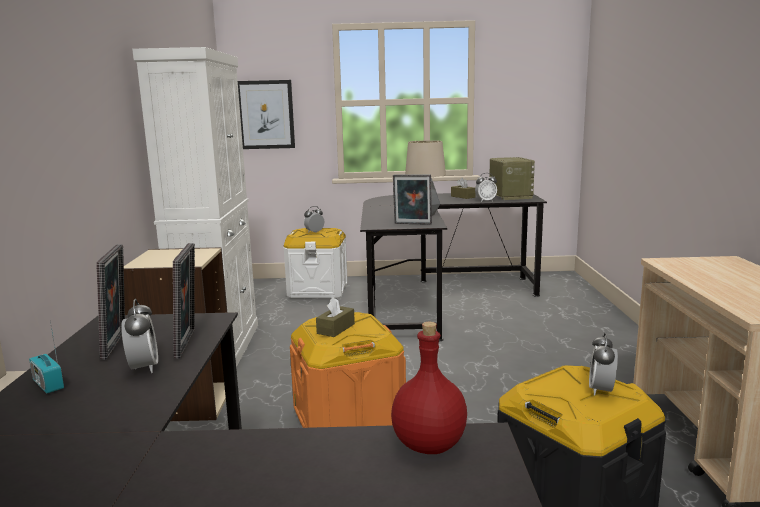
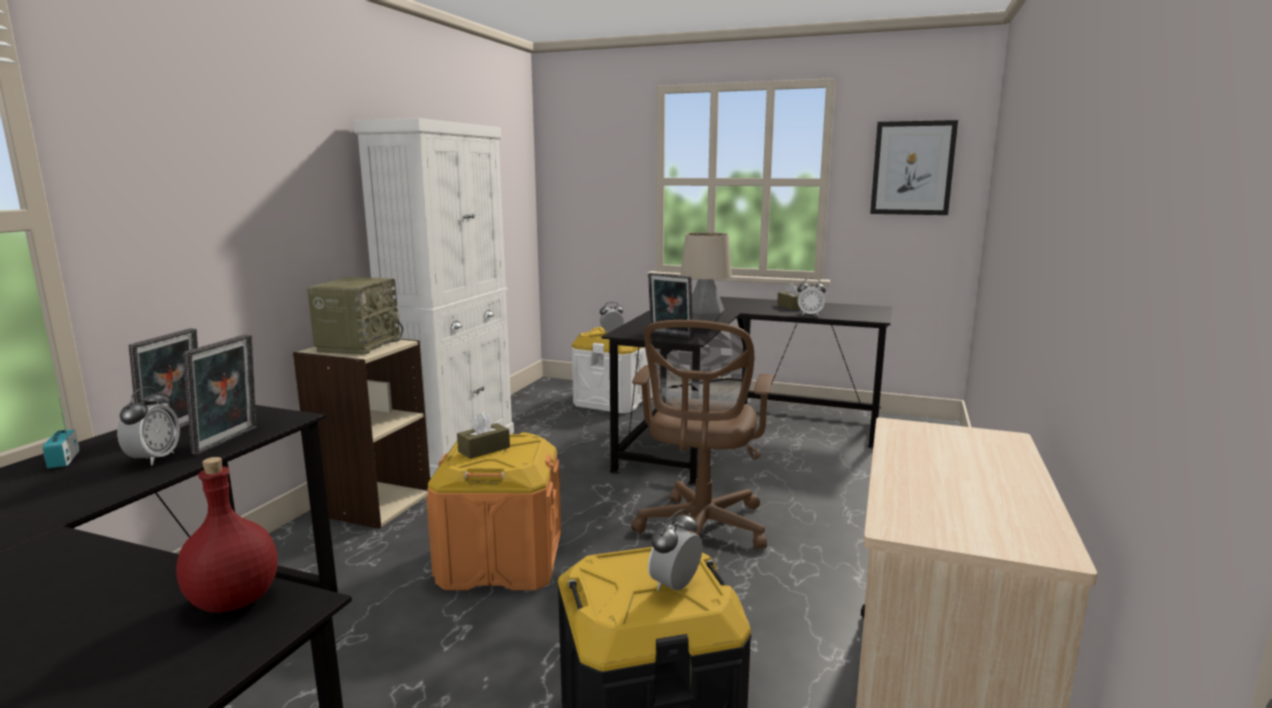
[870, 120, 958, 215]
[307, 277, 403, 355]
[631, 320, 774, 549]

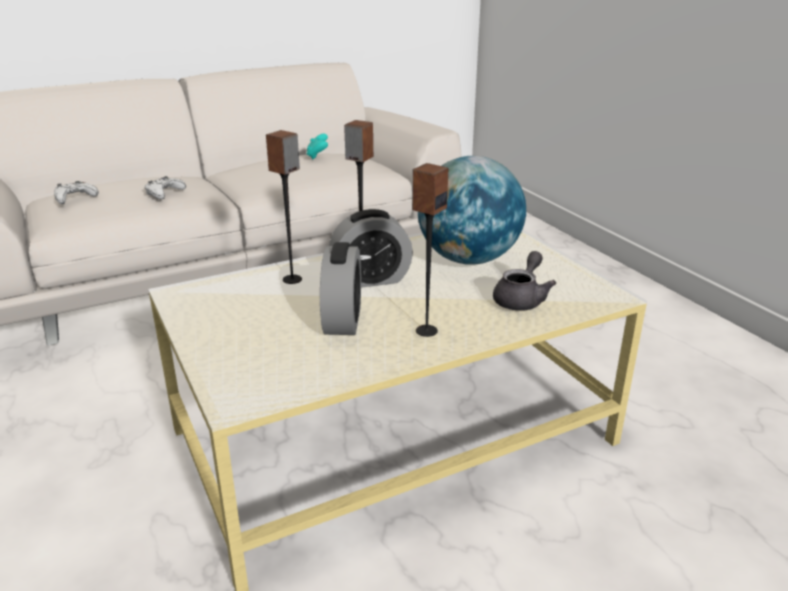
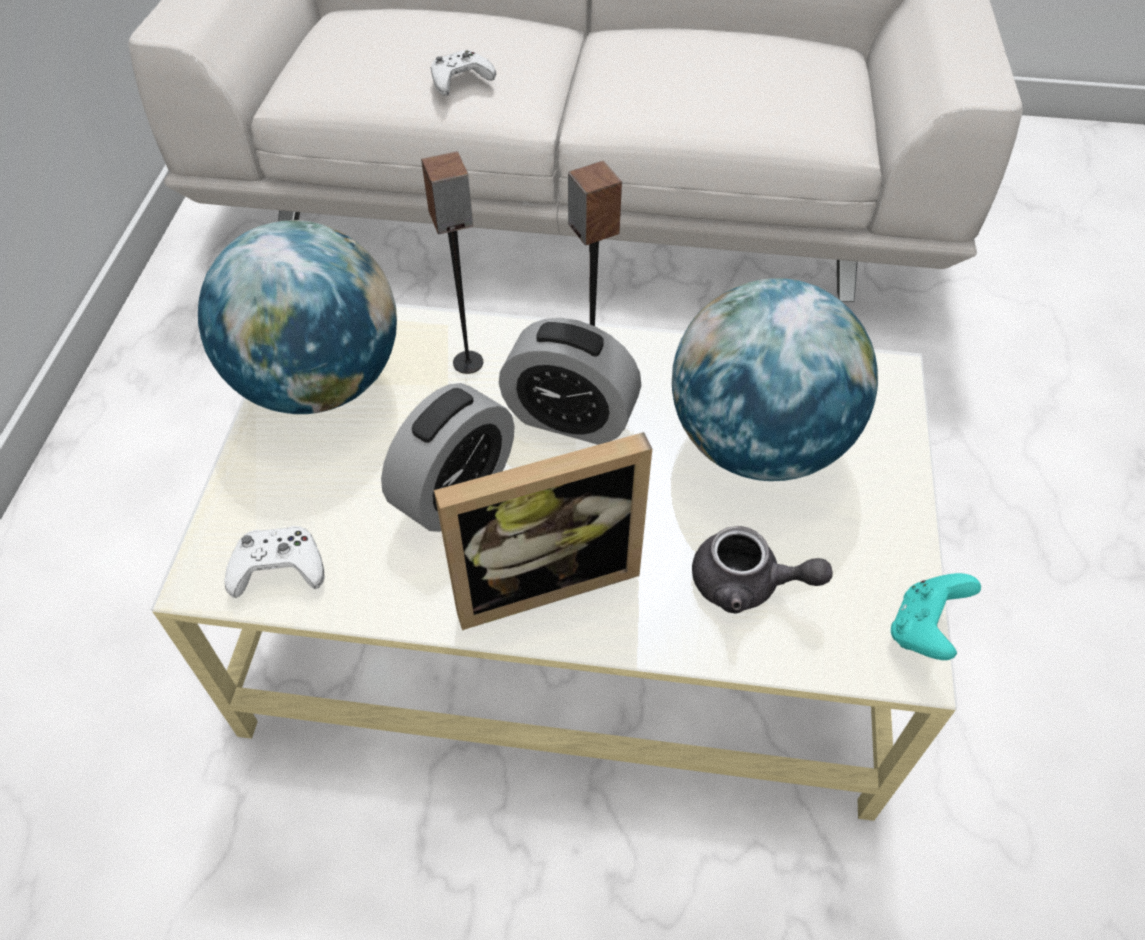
[224, 526, 324, 598]
[891, 573, 981, 660]
[434, 432, 652, 630]
[692, 526, 833, 614]
[198, 220, 397, 414]

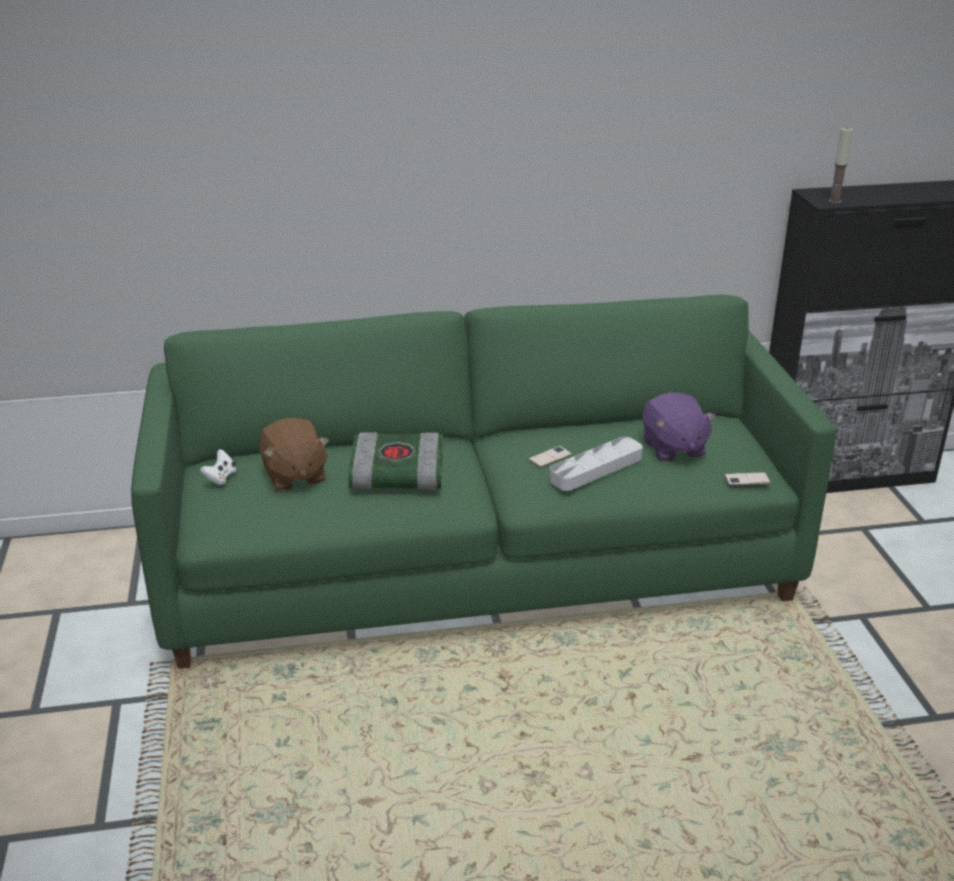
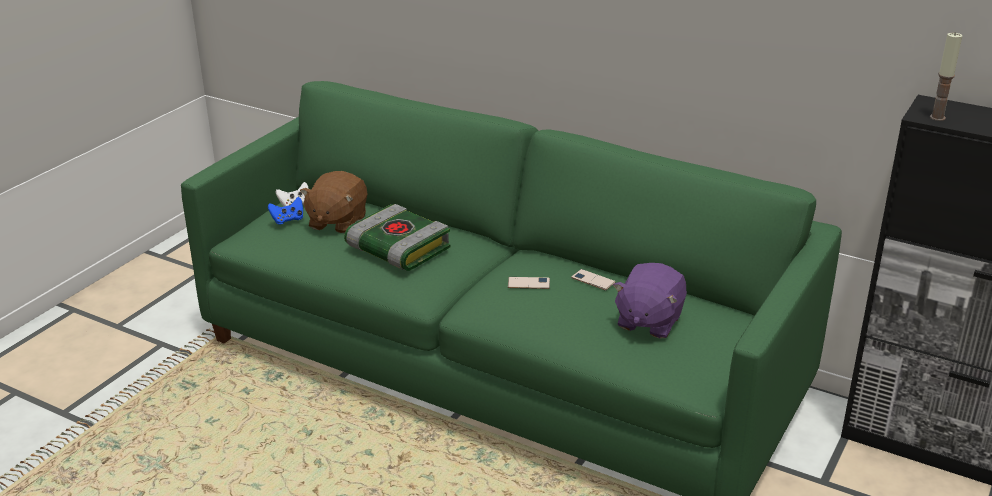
[549, 437, 643, 491] (first image)
[571, 269, 616, 290]
[268, 197, 303, 224]

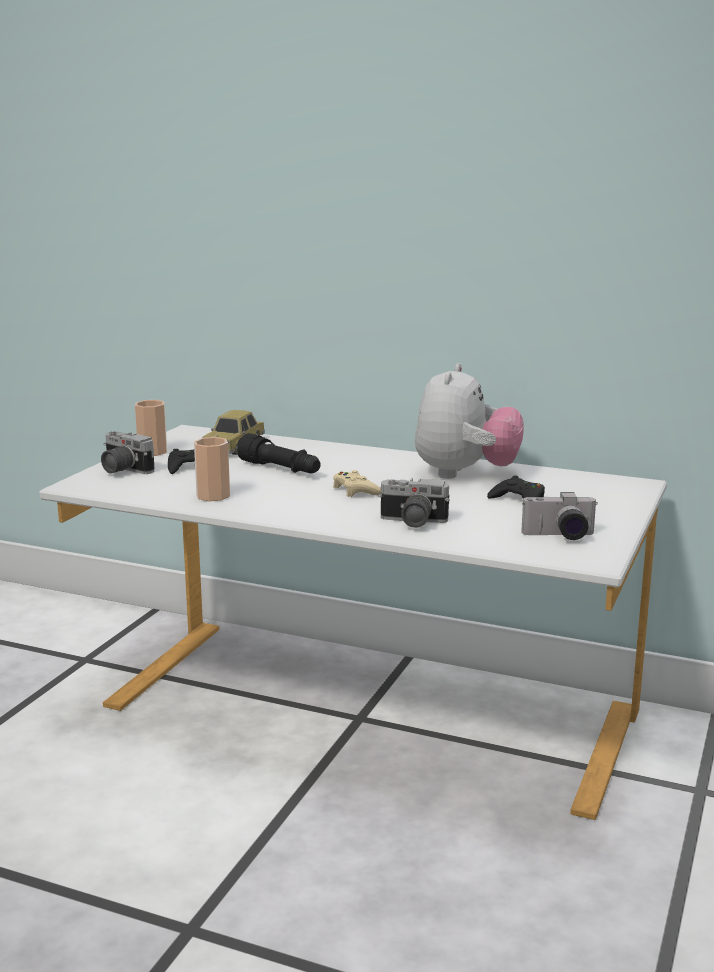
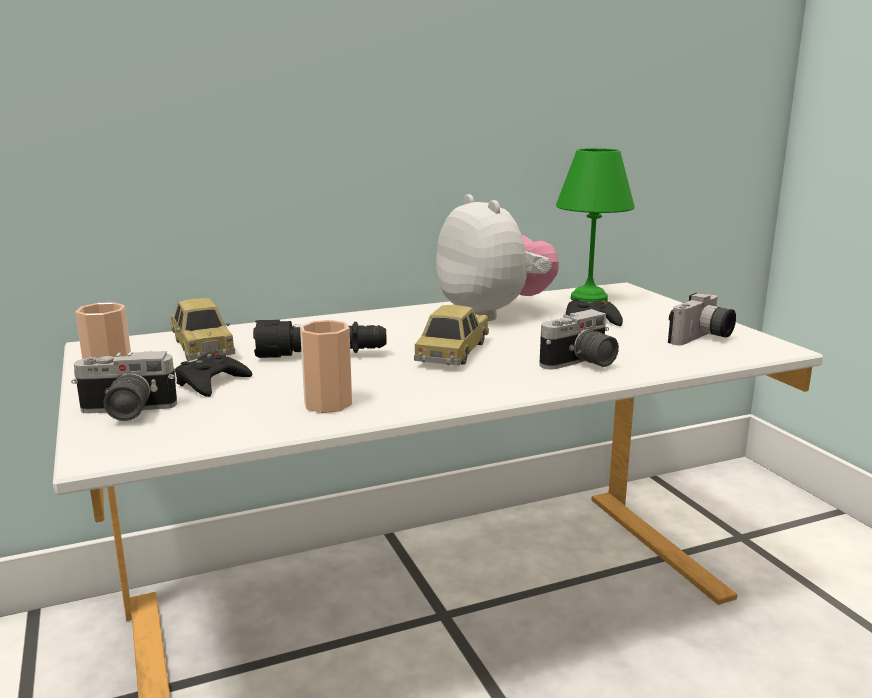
[414, 305, 489, 366]
[556, 148, 635, 301]

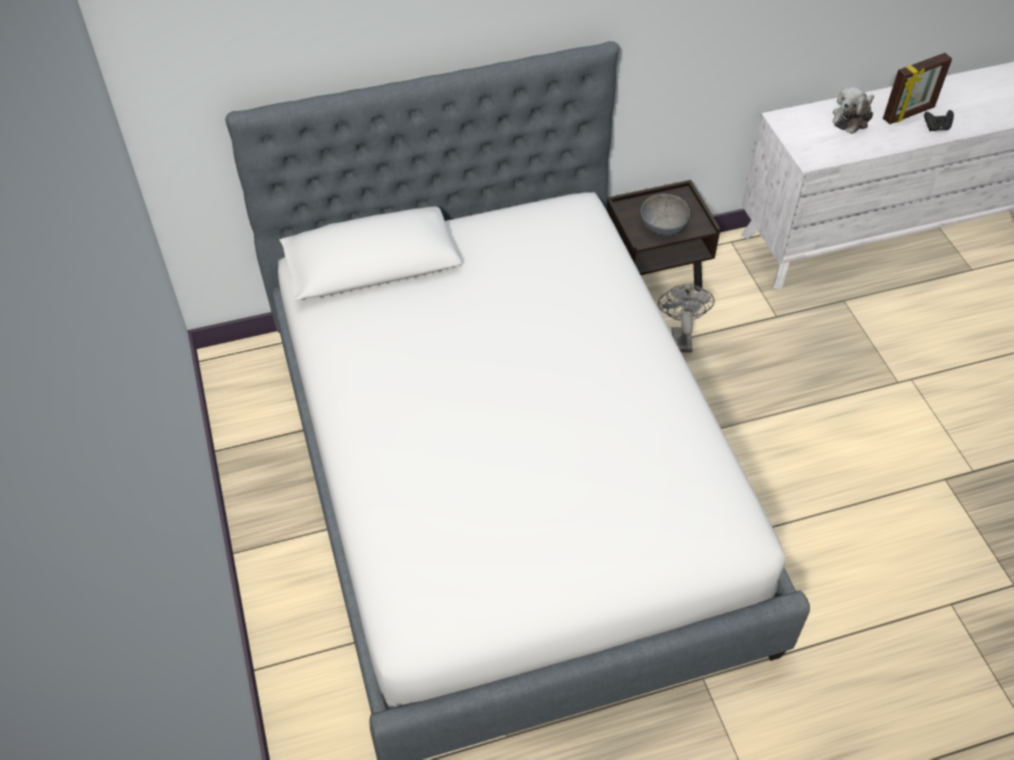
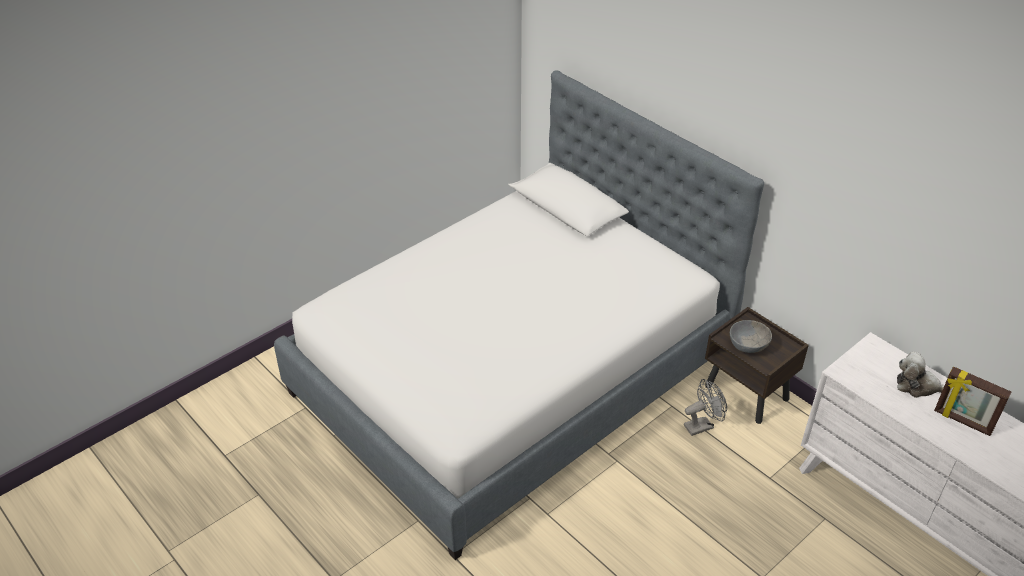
[924, 110, 954, 131] (first image)

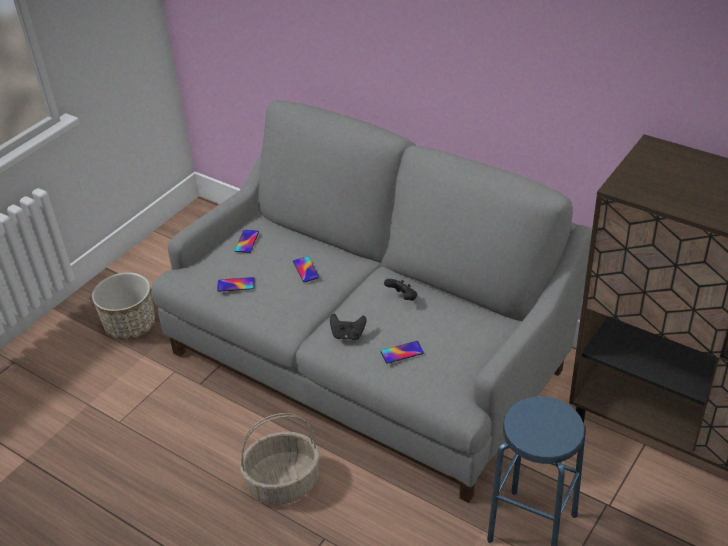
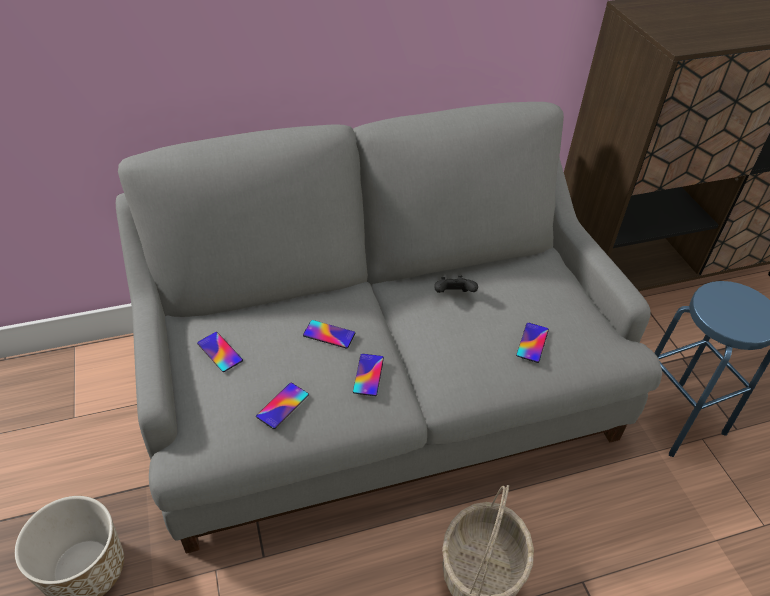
[330, 314, 366, 340] (first image)
[353, 354, 384, 396]

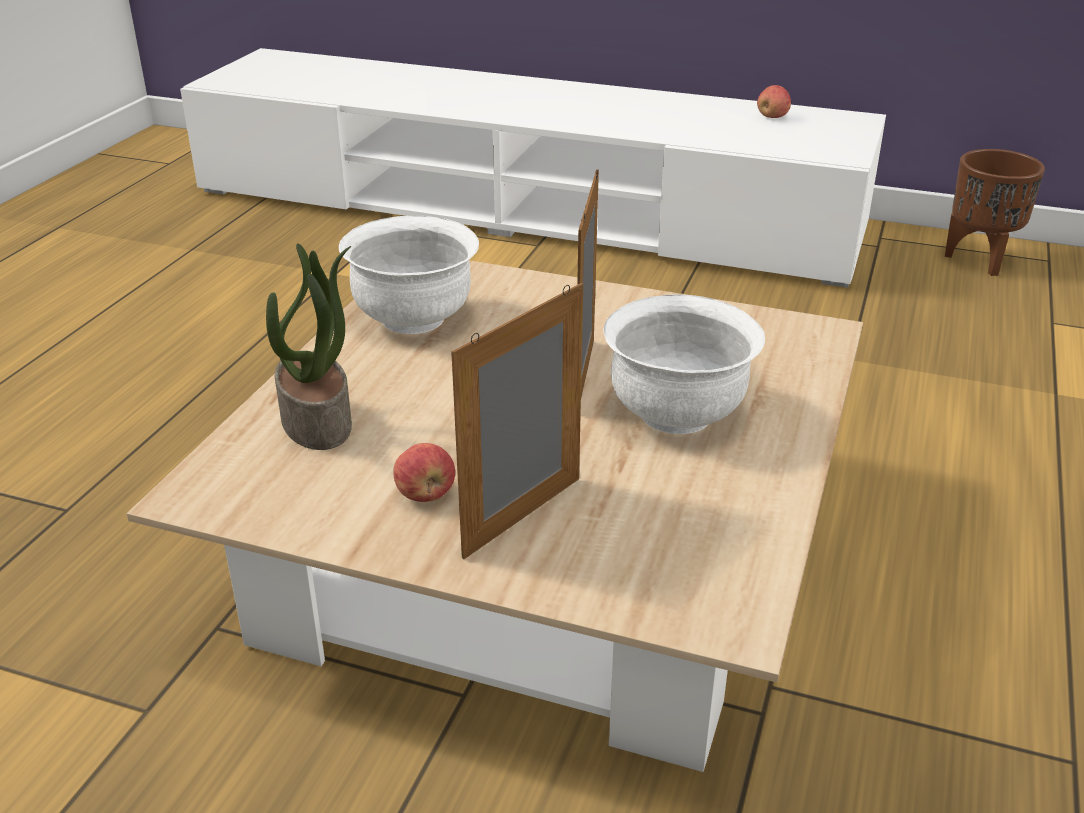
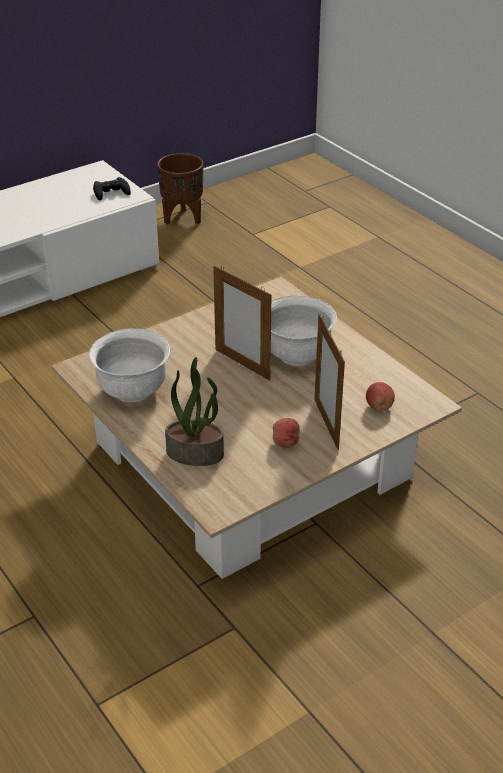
[366, 382, 395, 411]
[93, 177, 131, 200]

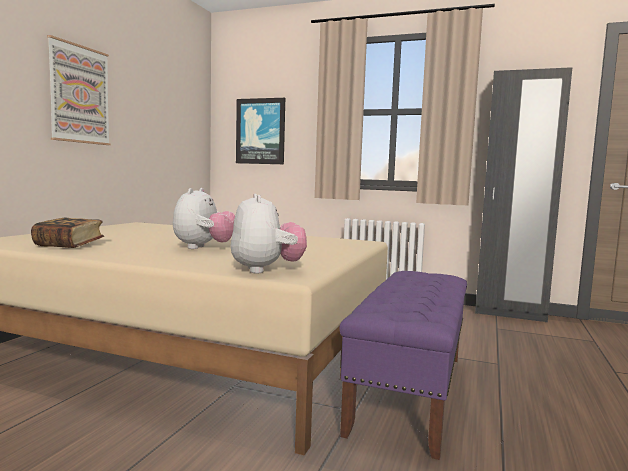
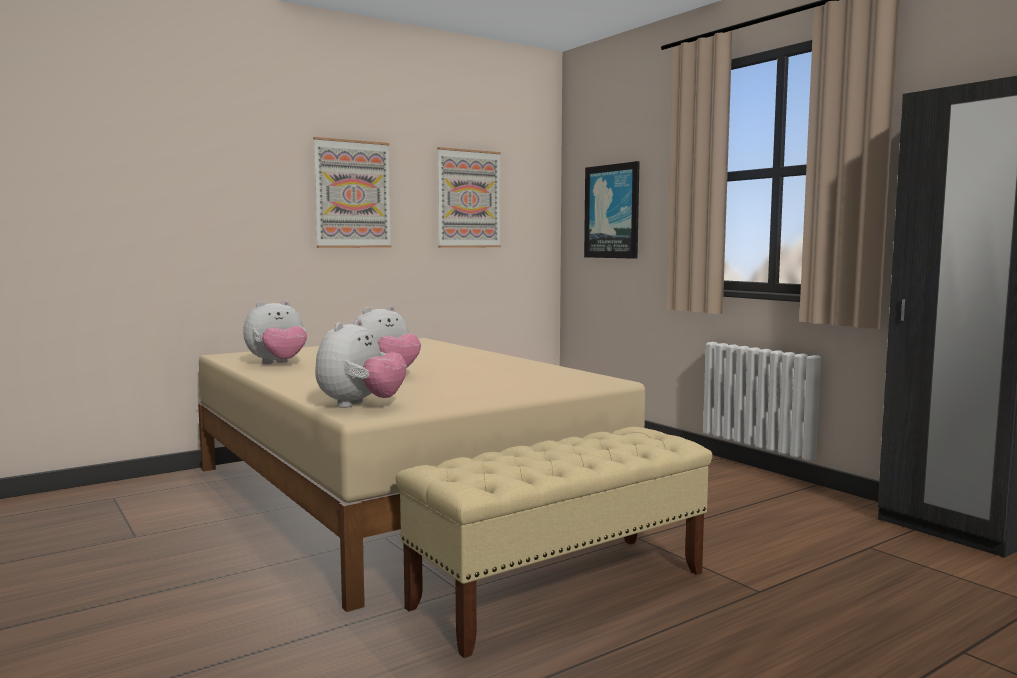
[243, 300, 307, 364]
[396, 427, 712, 658]
[437, 147, 501, 248]

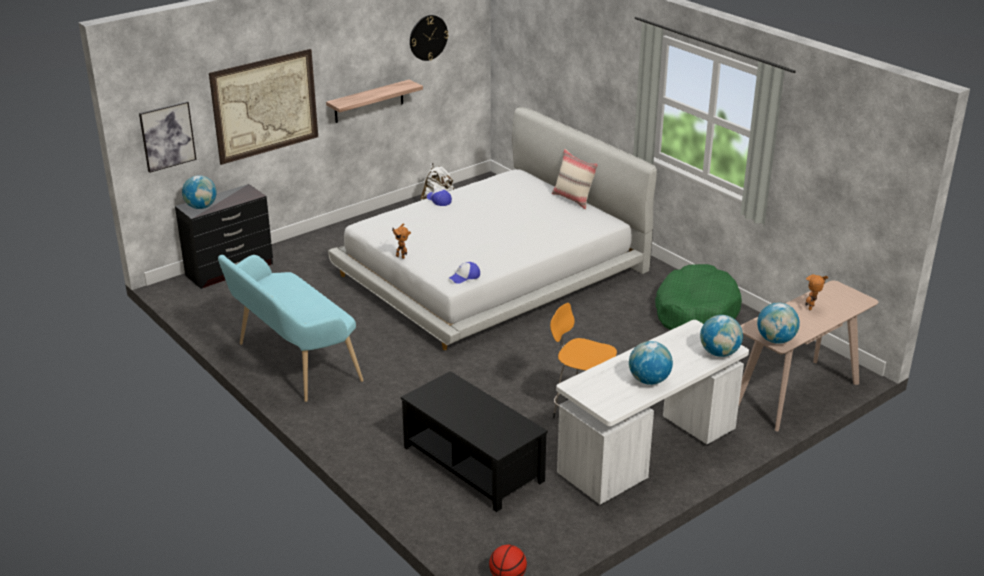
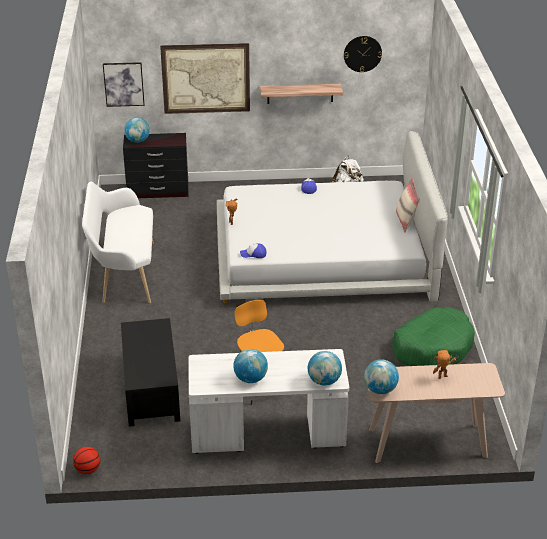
[82, 182, 154, 304]

